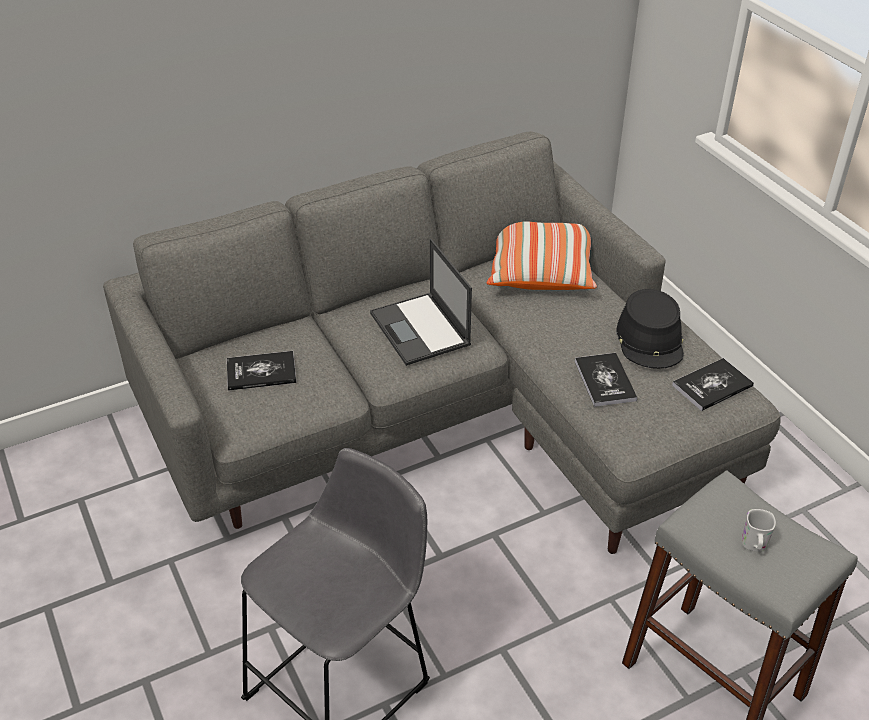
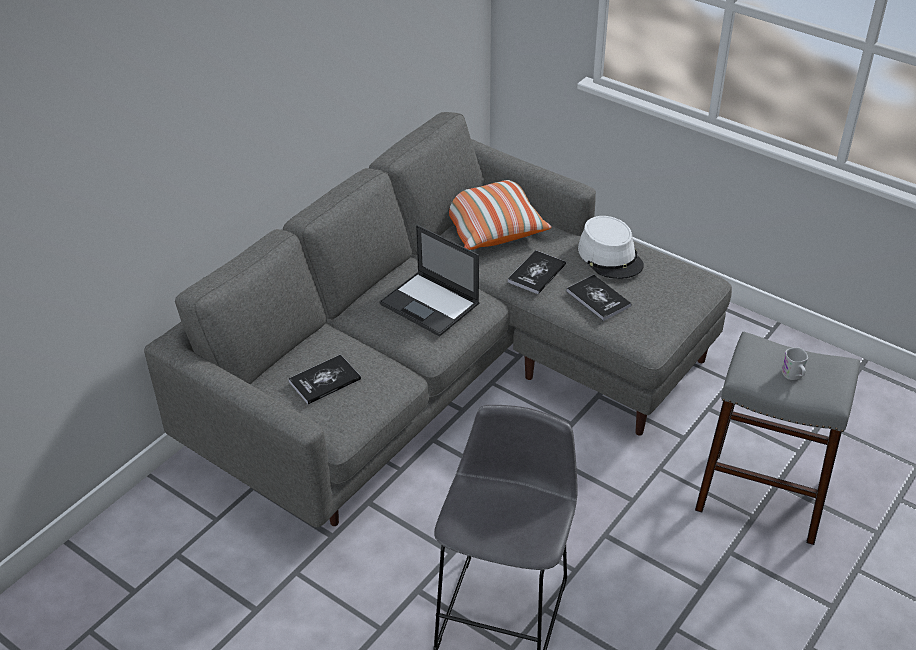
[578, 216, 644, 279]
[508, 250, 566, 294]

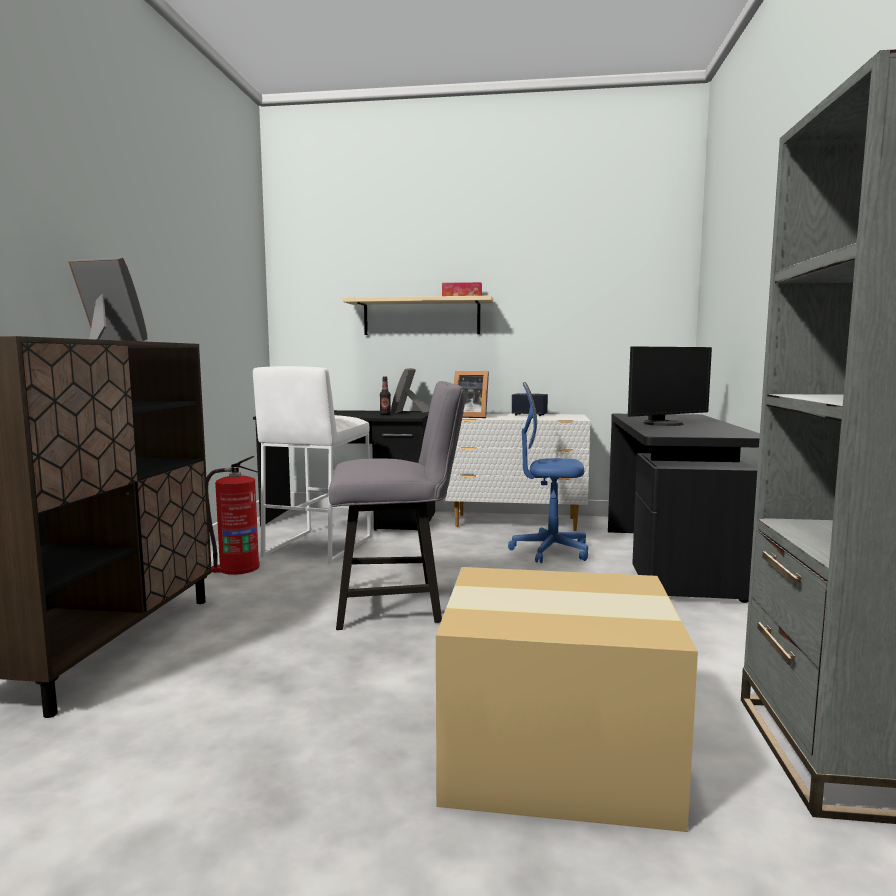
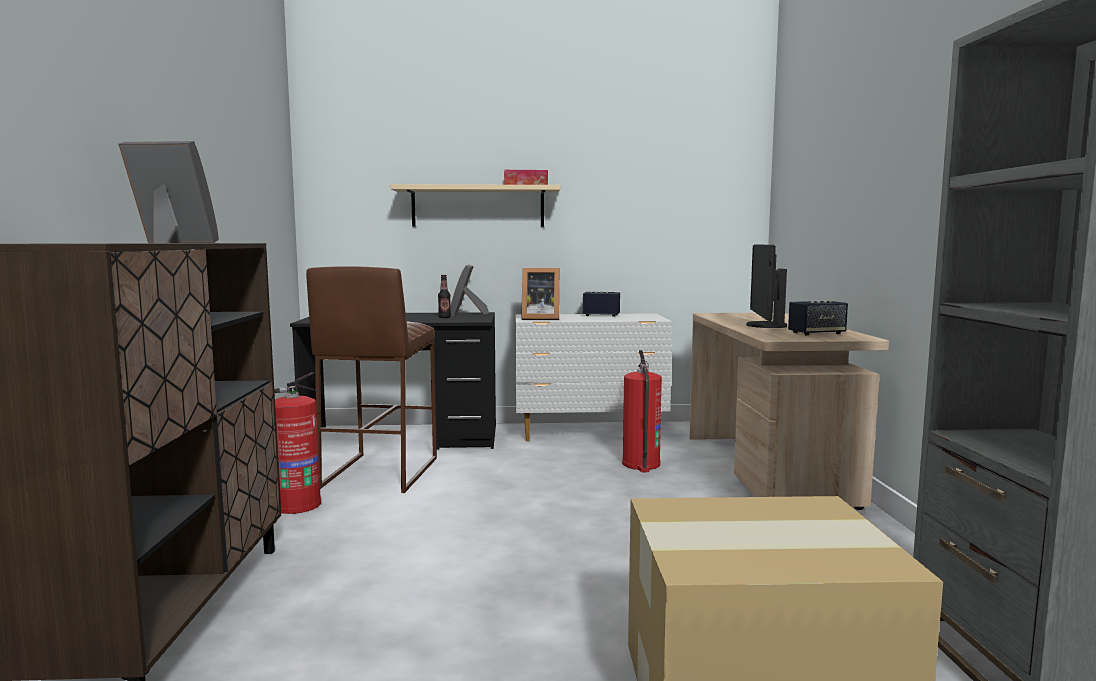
[306, 266, 437, 493]
[329, 381, 466, 630] (first image)
[622, 350, 662, 472]
[689, 313, 889, 510]
[746, 244, 787, 328]
[788, 301, 848, 335]

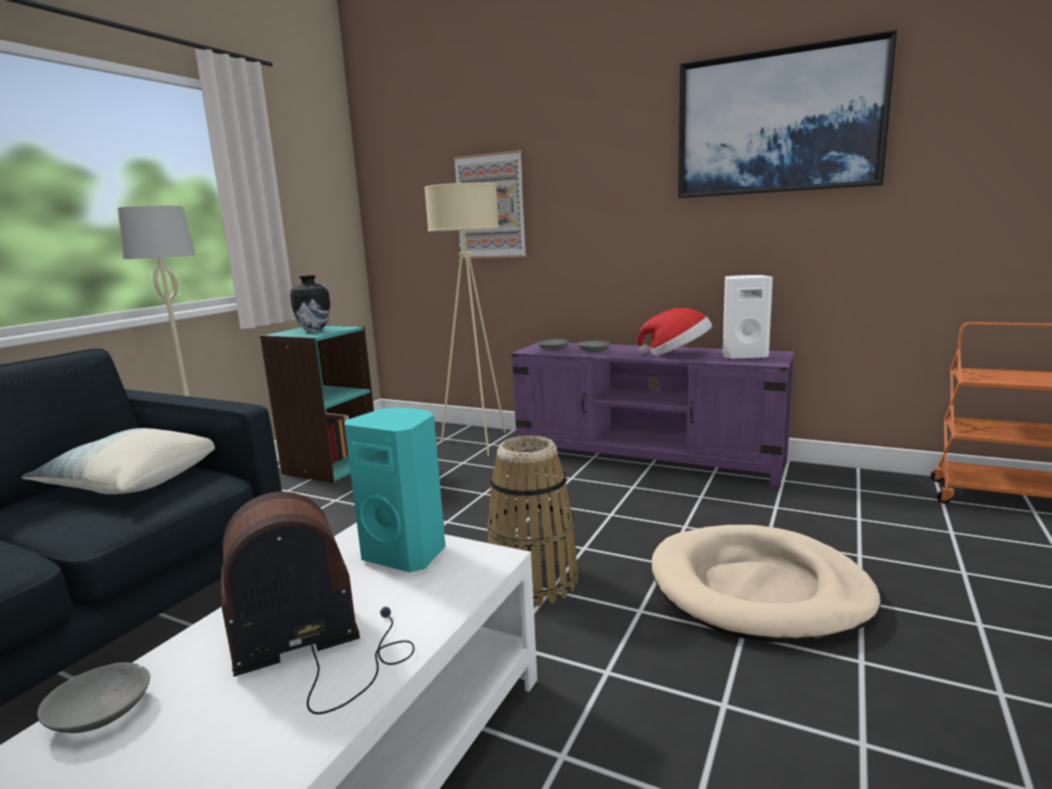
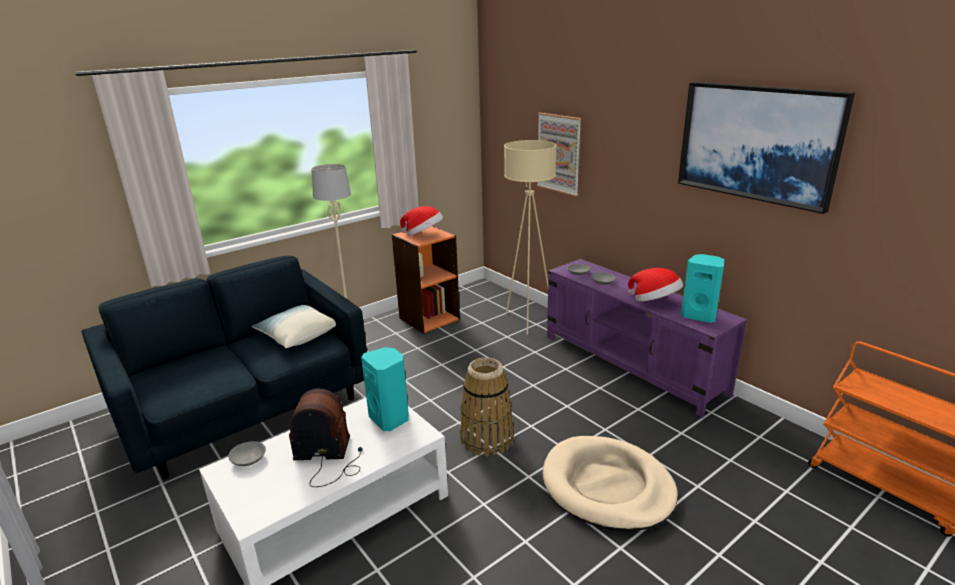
[392, 226, 460, 333]
[400, 206, 443, 236]
[681, 254, 724, 323]

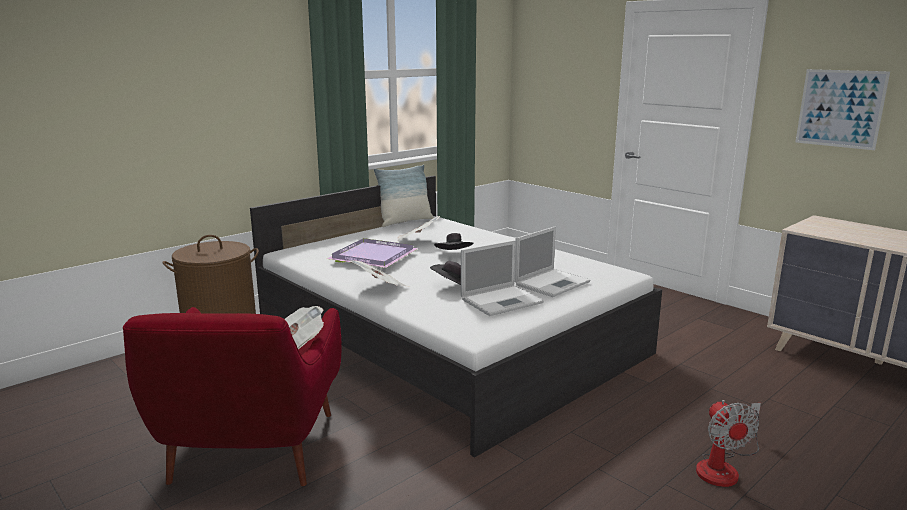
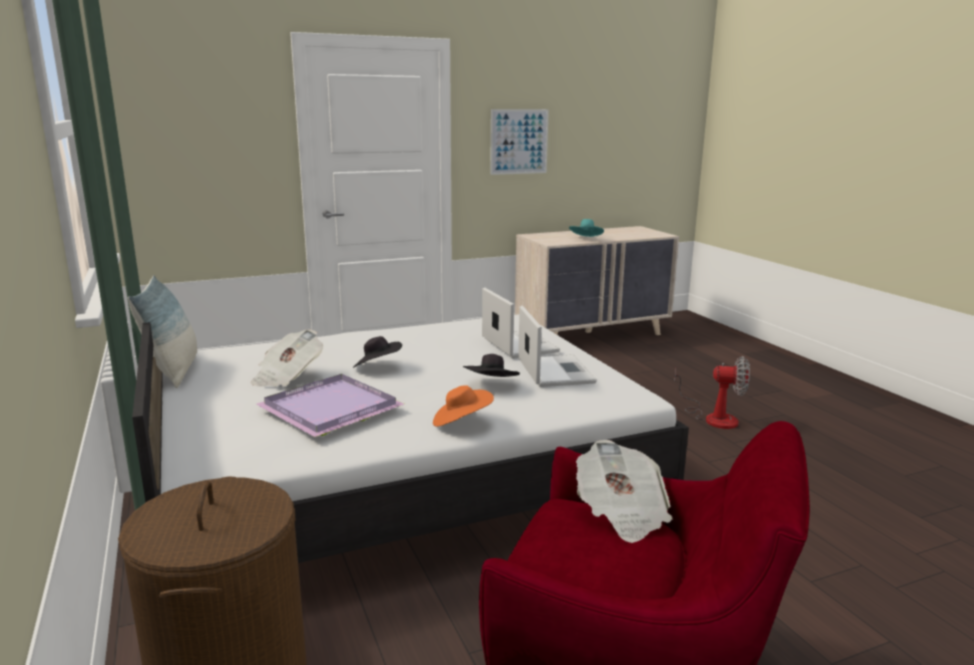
[433, 385, 494, 427]
[569, 219, 604, 237]

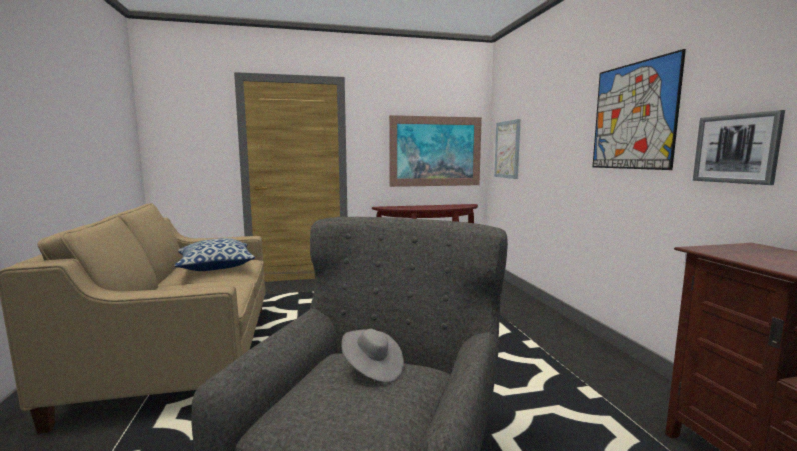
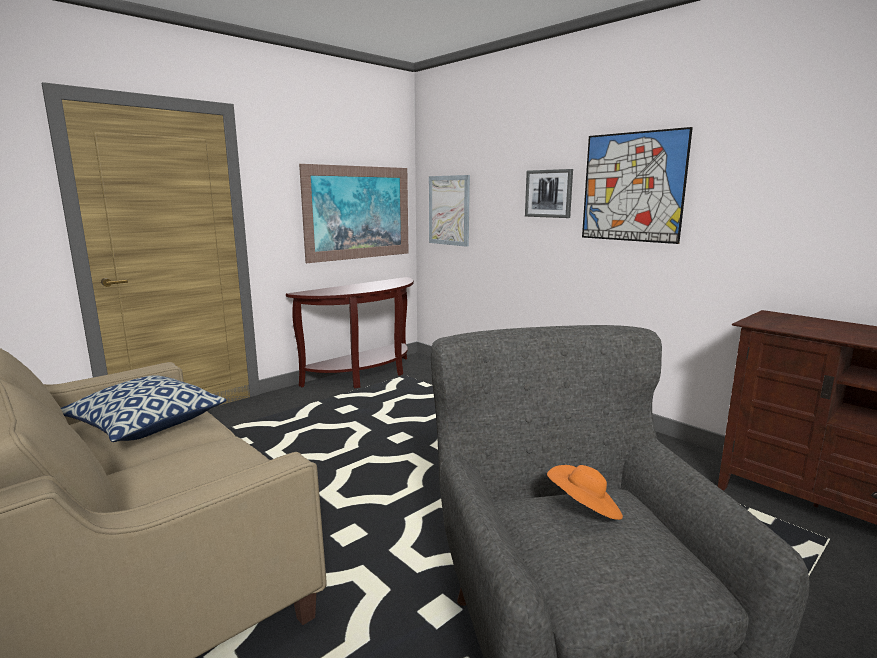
[547, 465, 623, 520]
[525, 169, 573, 218]

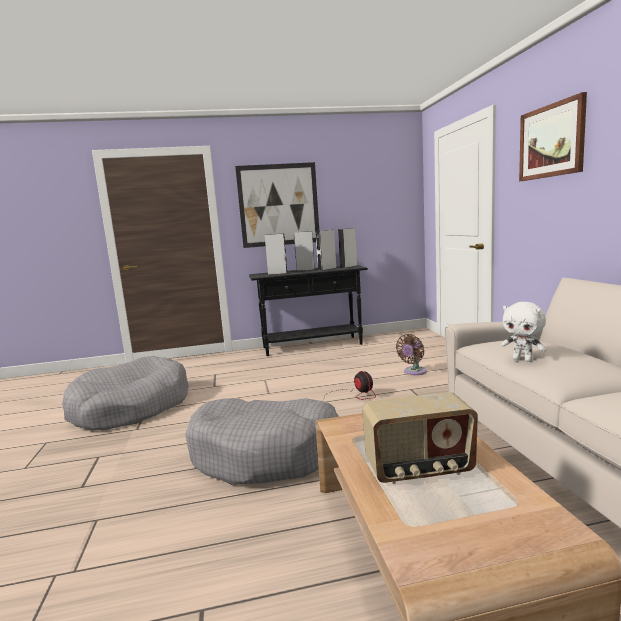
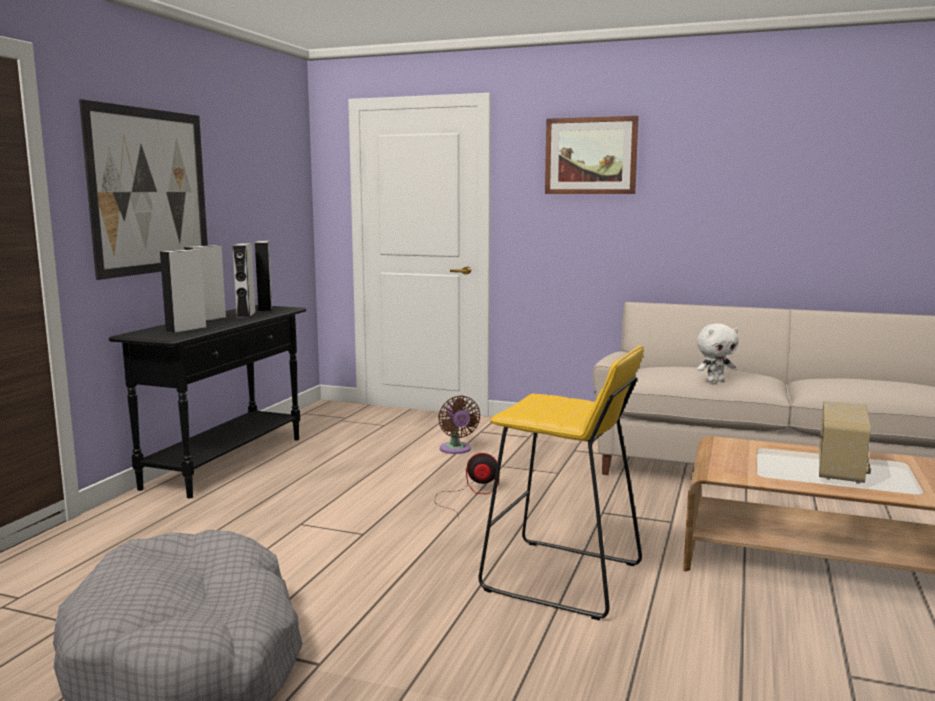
[479, 346, 644, 620]

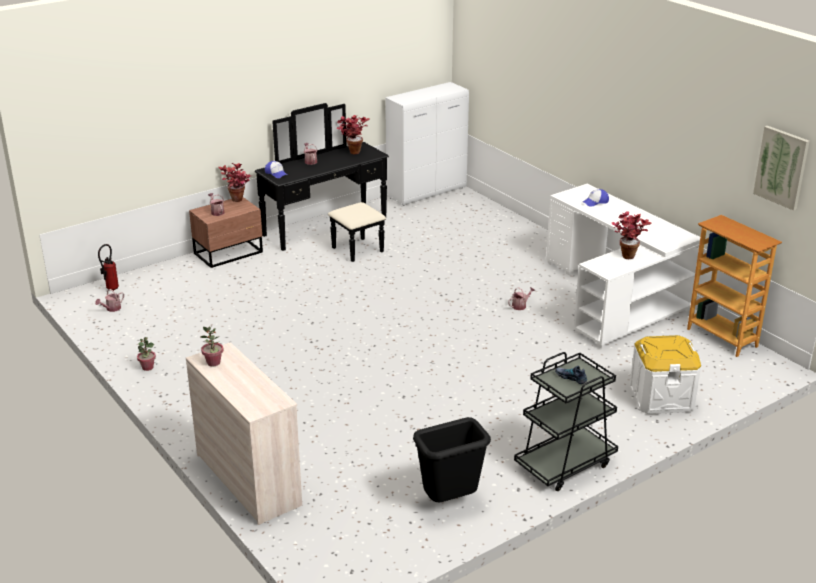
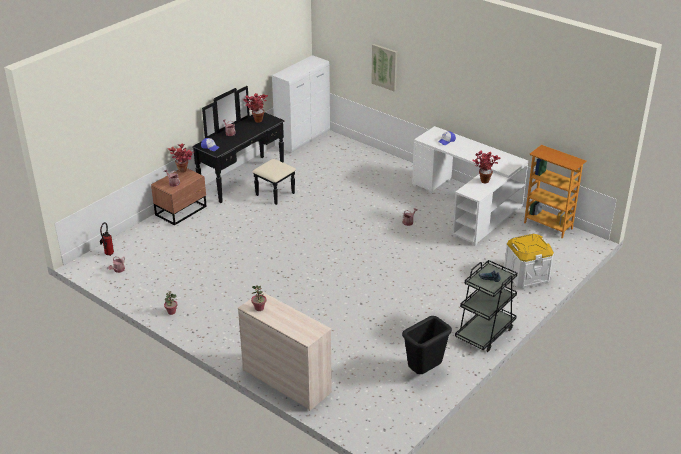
[371, 44, 397, 92]

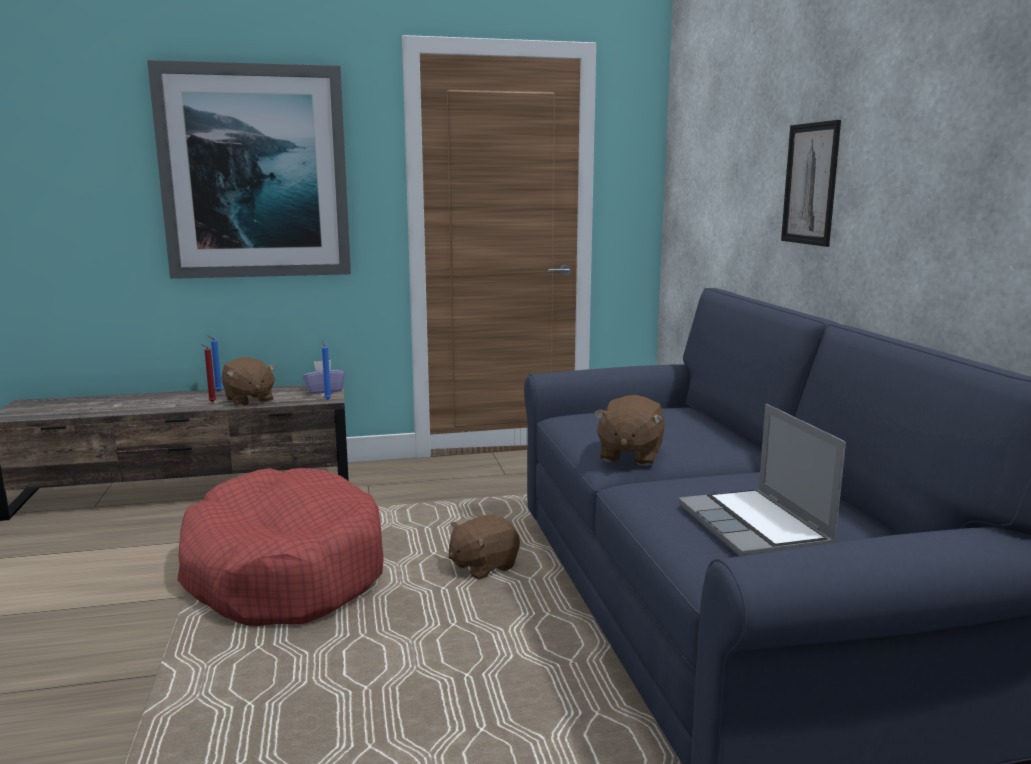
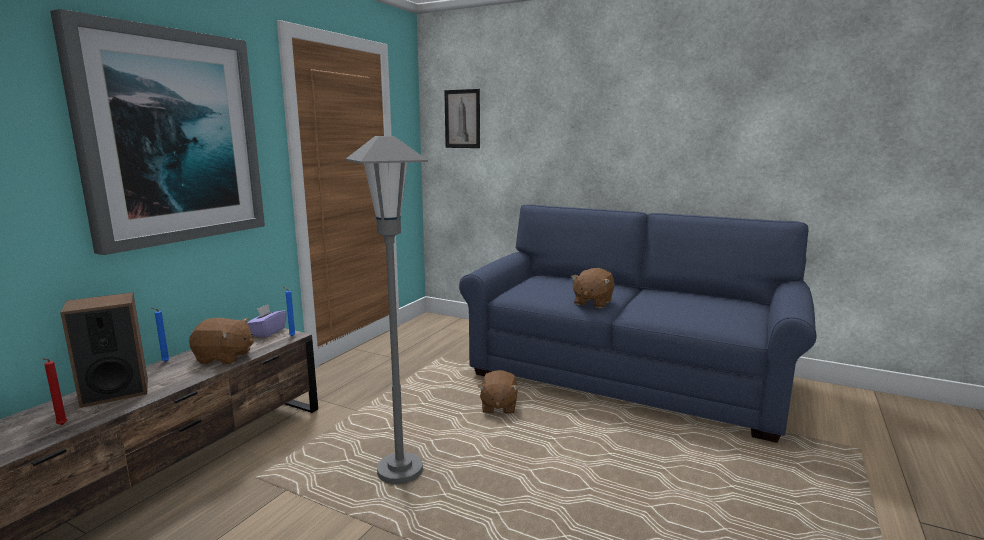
[346, 136, 428, 484]
[42, 358, 67, 425]
[571, 268, 615, 308]
[678, 404, 846, 556] (first image)
[444, 89, 480, 148]
[60, 292, 148, 408]

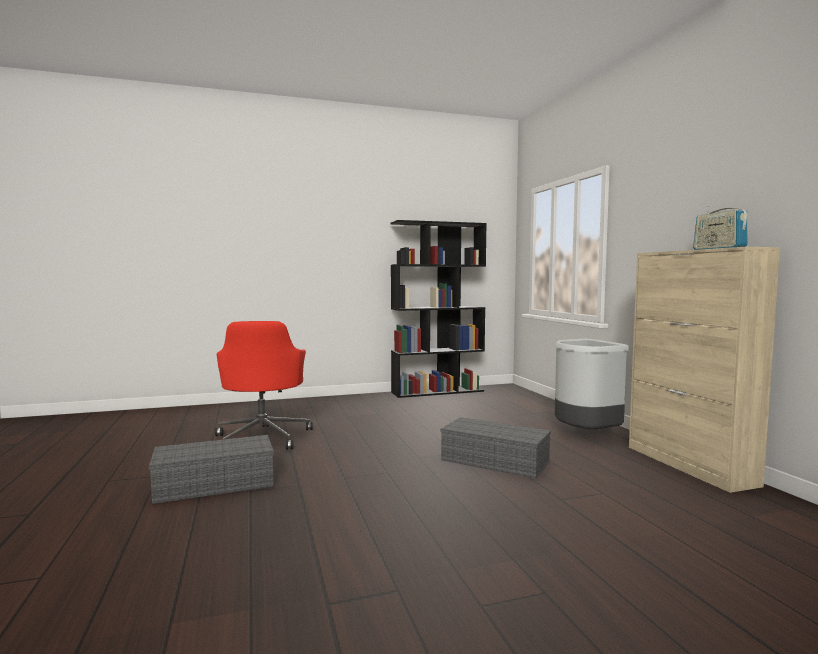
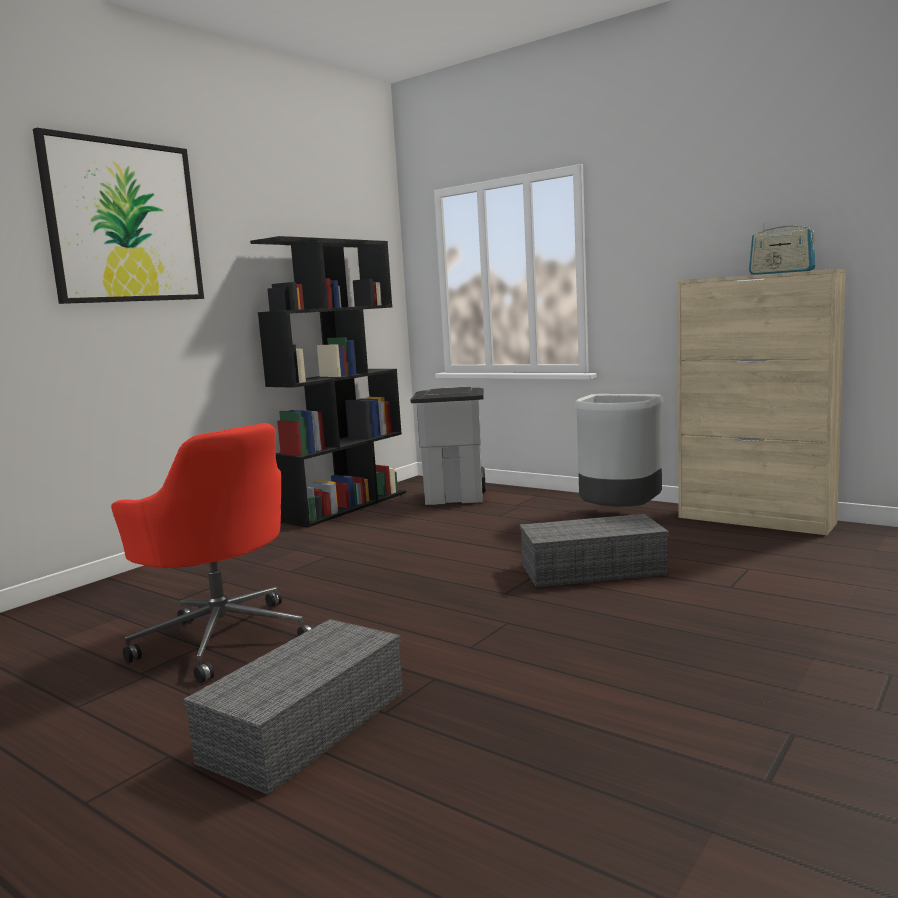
[33, 128, 204, 304]
[410, 387, 486, 505]

